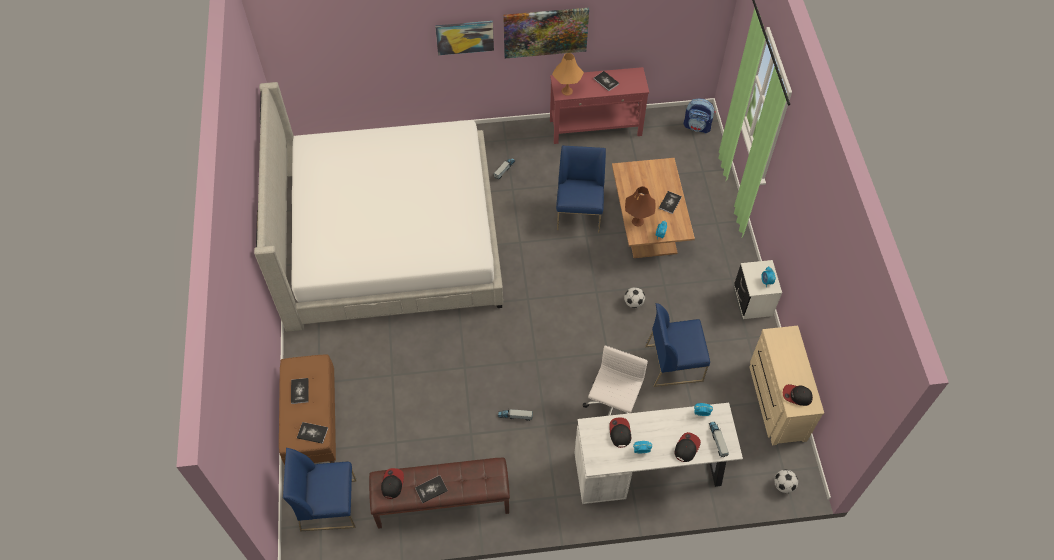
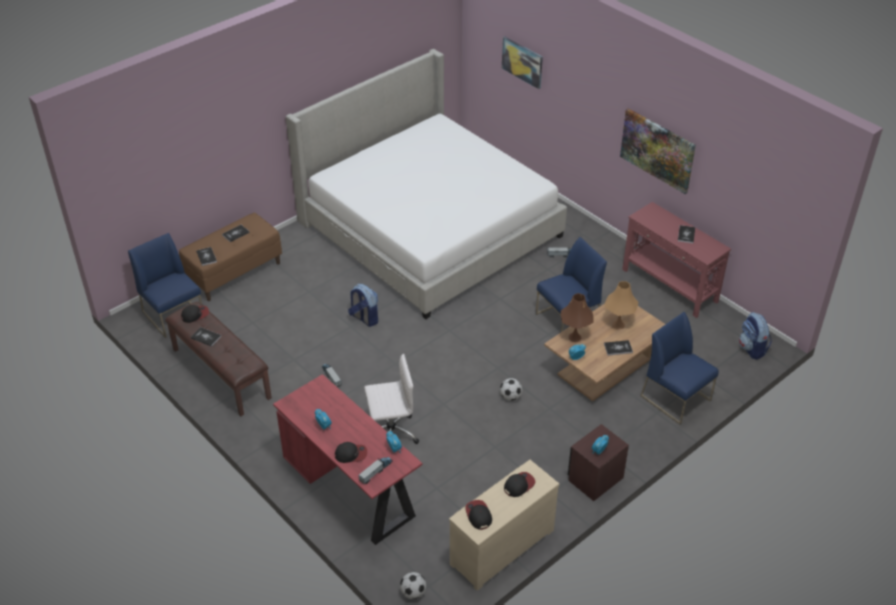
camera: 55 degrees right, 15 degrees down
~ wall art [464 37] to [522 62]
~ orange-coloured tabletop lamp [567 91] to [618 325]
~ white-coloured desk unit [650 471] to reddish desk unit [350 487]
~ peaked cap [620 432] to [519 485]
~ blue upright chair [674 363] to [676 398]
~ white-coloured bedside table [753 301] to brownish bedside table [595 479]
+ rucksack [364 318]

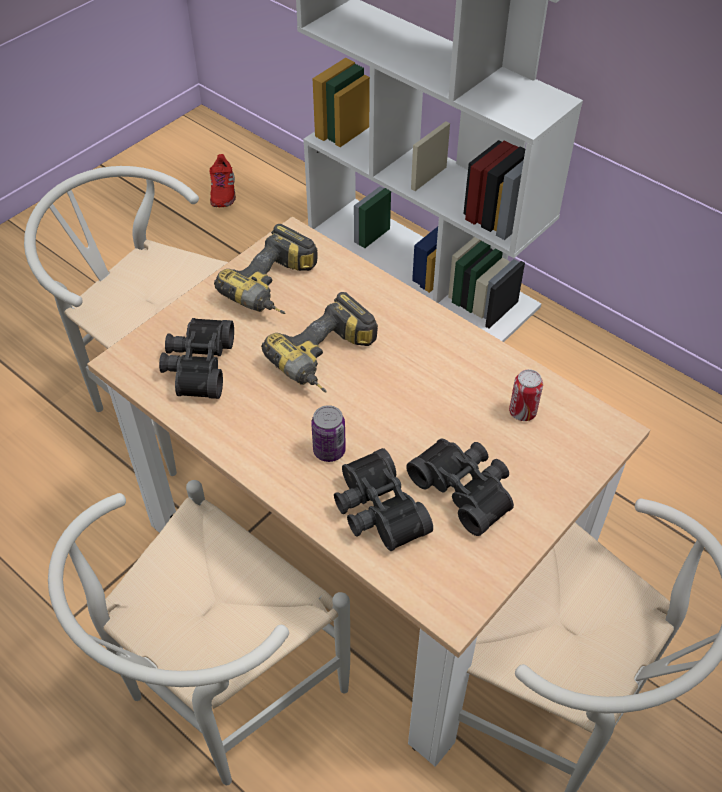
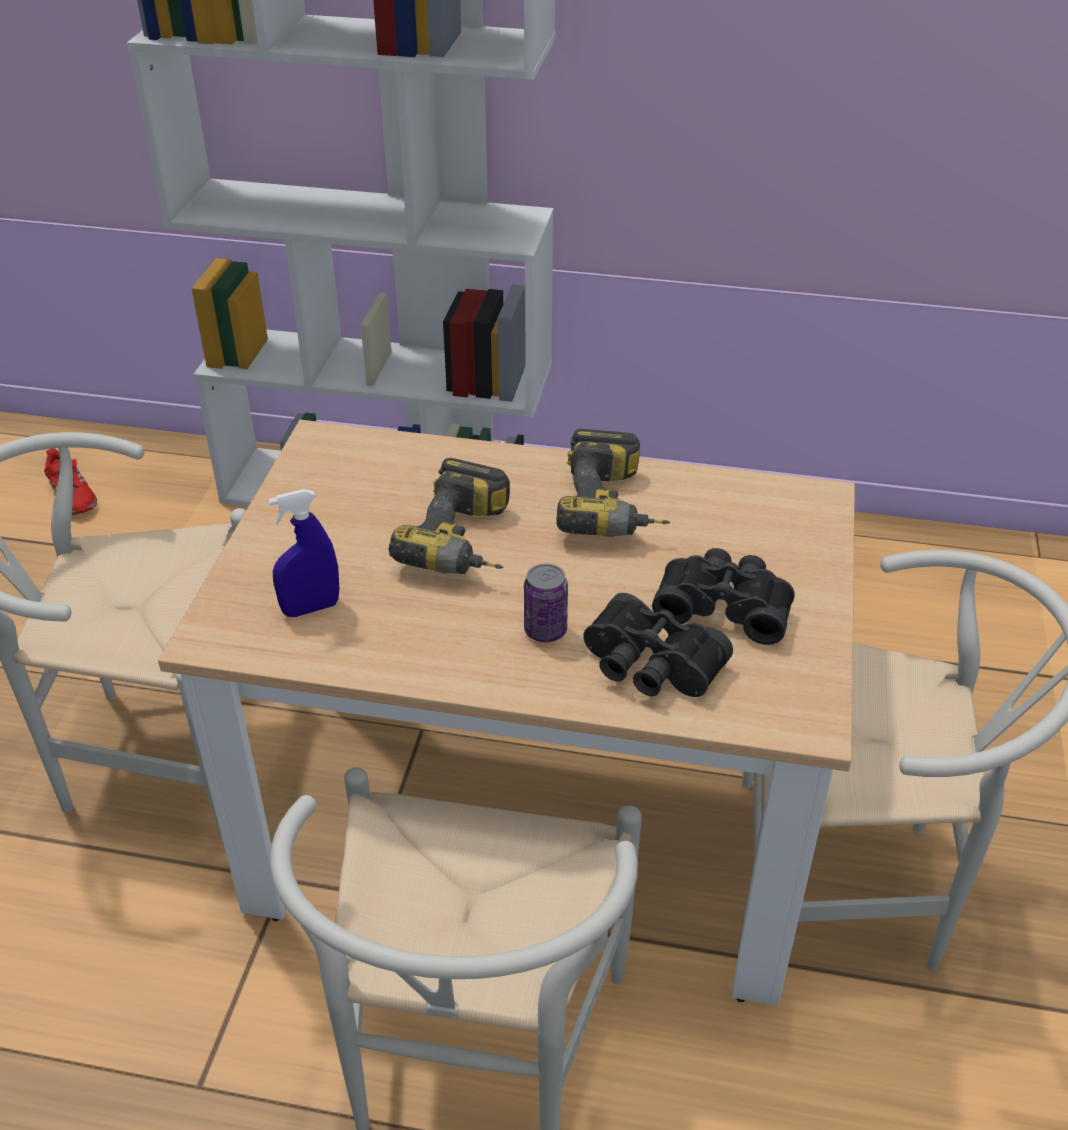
camera: 30 degrees left, 10 degrees down
~ black field glasses [197 366] to blue spray bottle [311 608]
~ power drill [277 289] to [615 508]
- can [522 412]

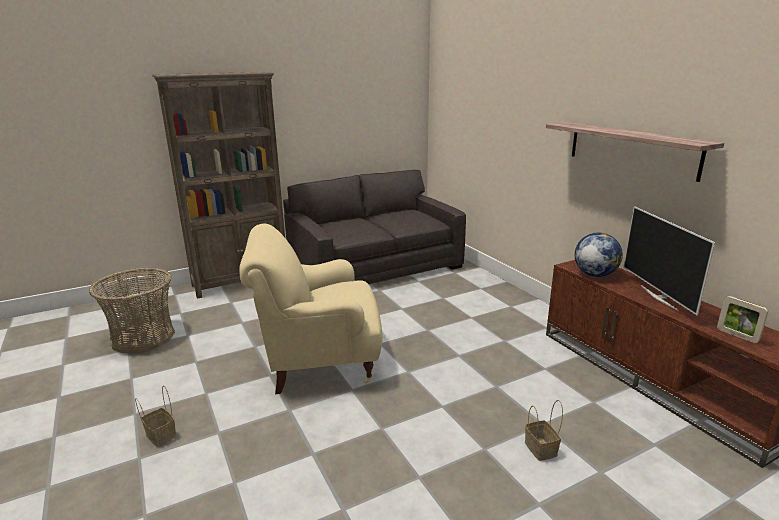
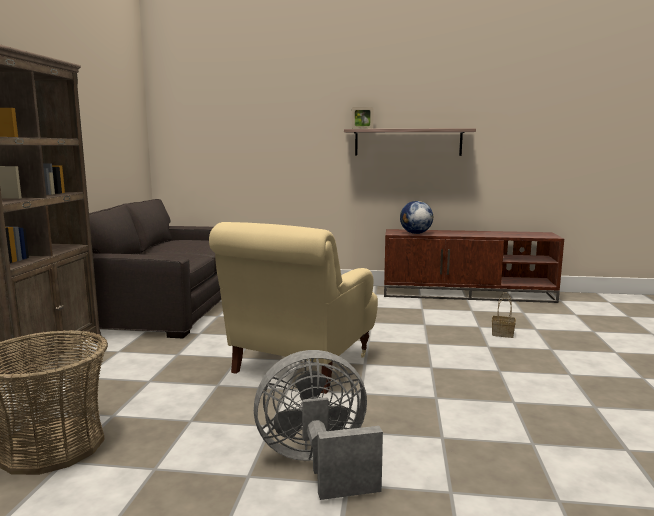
camera: 55 degrees left, 10 degrees down
~ household basket [160 435] to greyish cooling fan [318 465]
- TV [659 297]
~ picture frame [737 335] to [362 129]

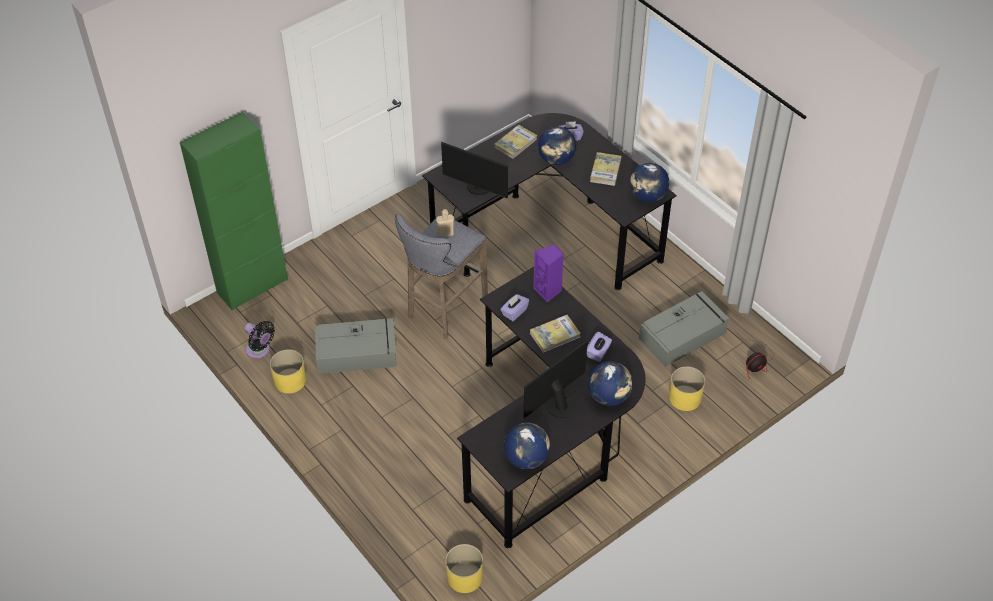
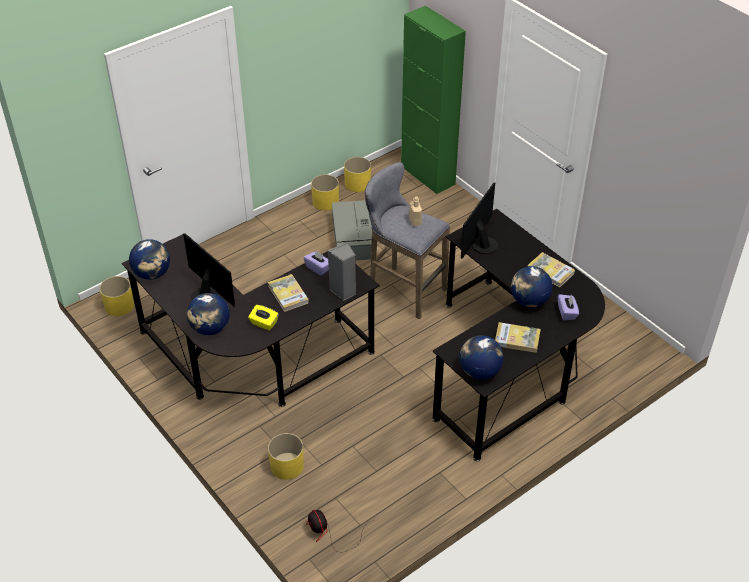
camera: 90 degrees right, 5 degrees down
~ black cooling fan [259 350] to yellow flower pot [358 184]
~ purplish loudspeaker [548 291] to greyish loudspeaker [343 291]
~ purplish tissue holder [598 352] to yellow tissue holder [264 323]
- greyish storage box [683 335]

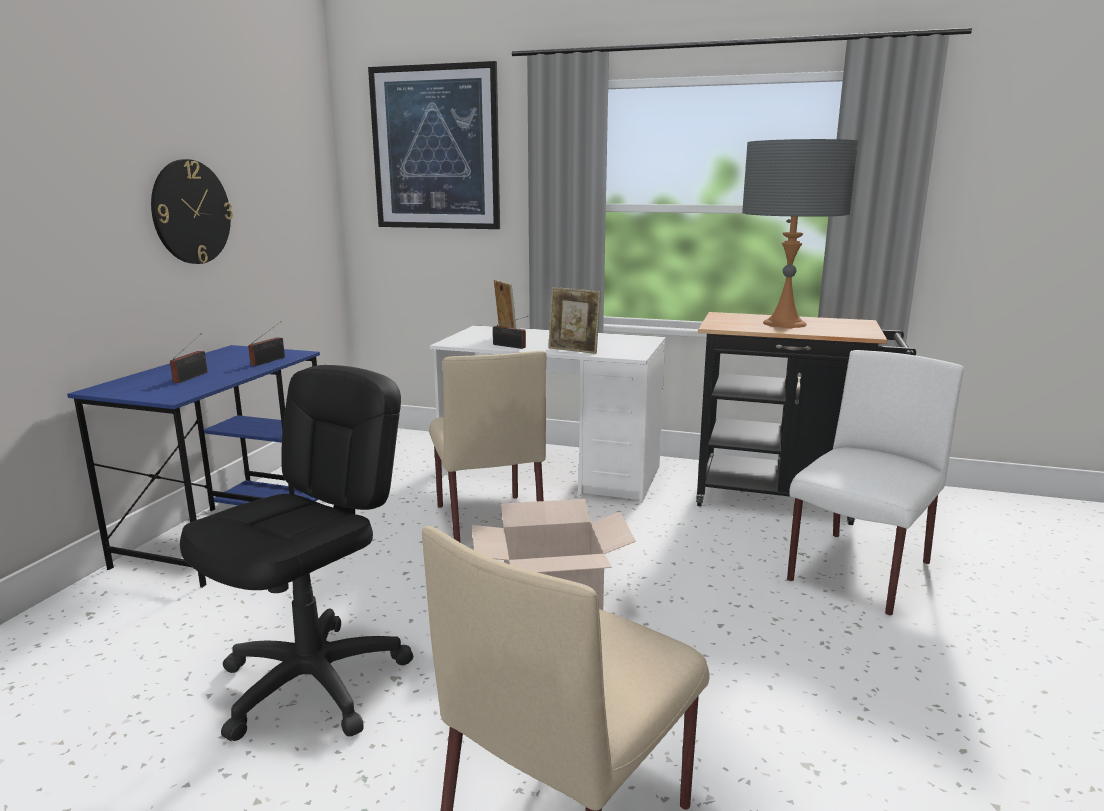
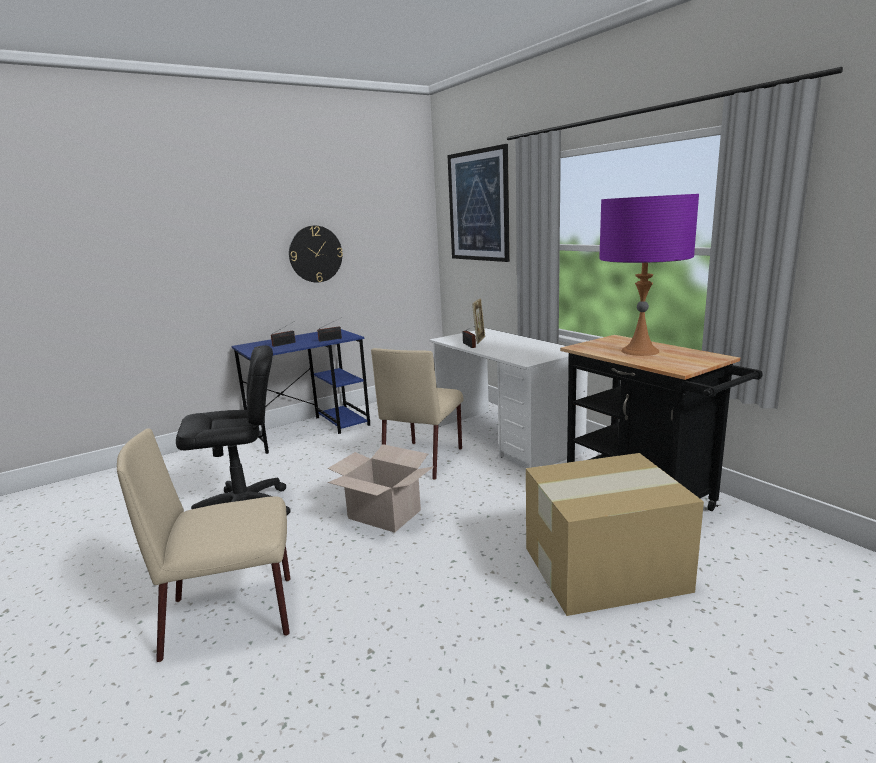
camera: 40 degrees right, 0 degrees up
- picture frame [573 350]
~ greyish tabletop lamp [784 323] to purplish tabletop lamp [640 351]
~ white-coloured upright chair [858 573] to carton [607 569]

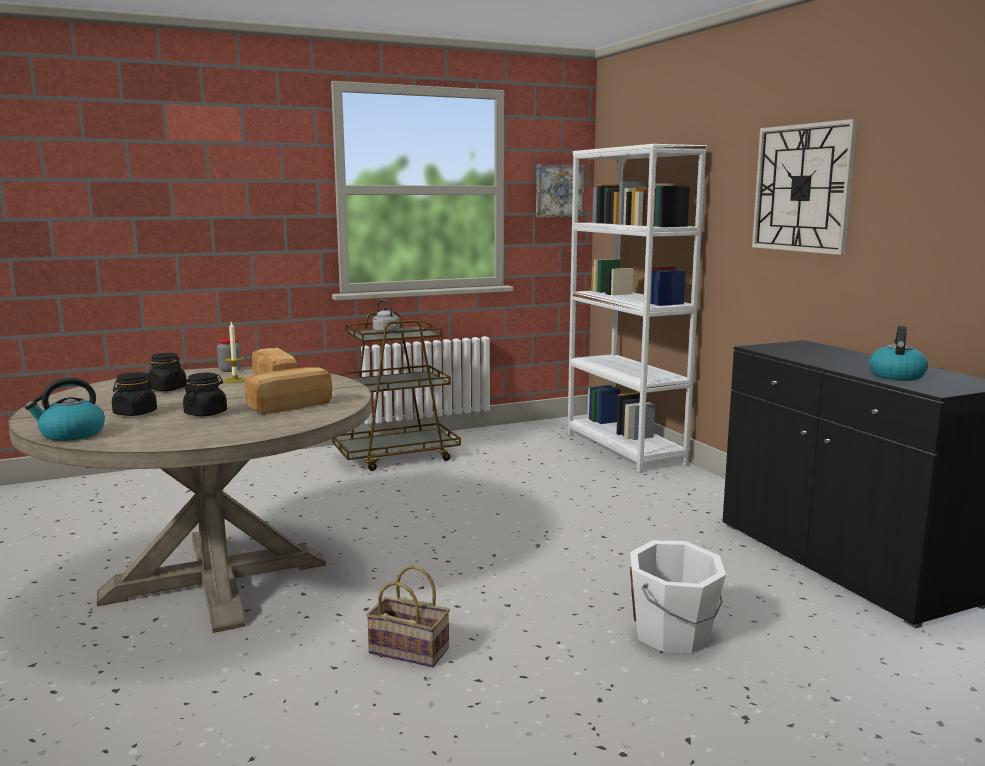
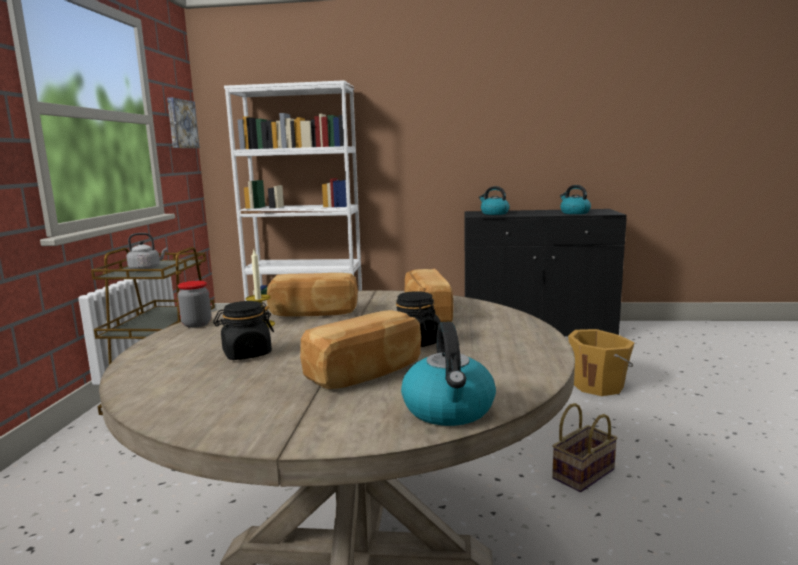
camera: 60 degrees left, 0 degrees up
~ black storage jar [135 413] to bread [366 373]
~ white-coloured pail [673 634] to orange-coloured pail [599 385]
- hanging clock [802 188]
+ kettle [494 213]

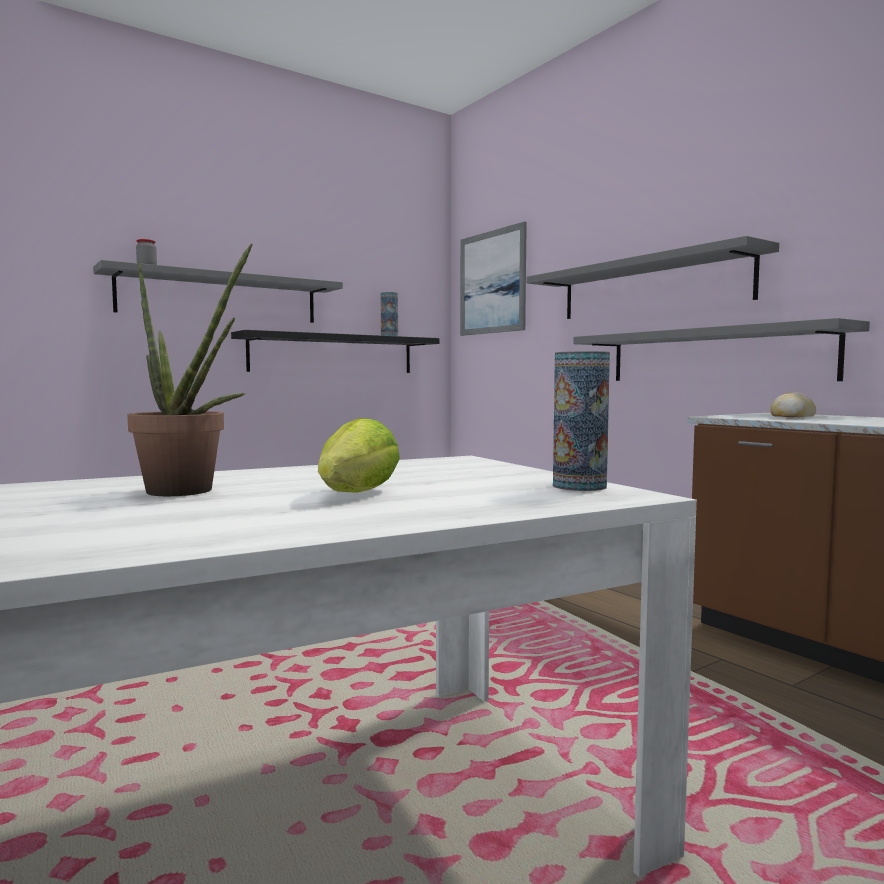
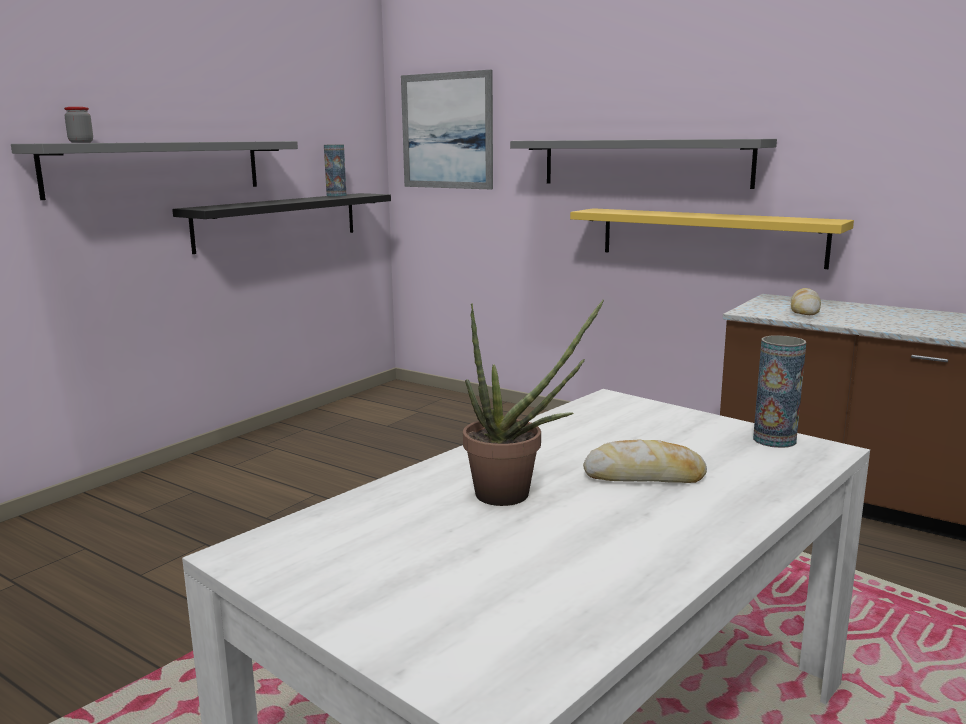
camera: 20 degrees left, 10 degrees up
~ head of lettuce [357 493] to bread [644 476]
~ greyish bracket shelf [714 356] to yellow bracket shelf [710 236]

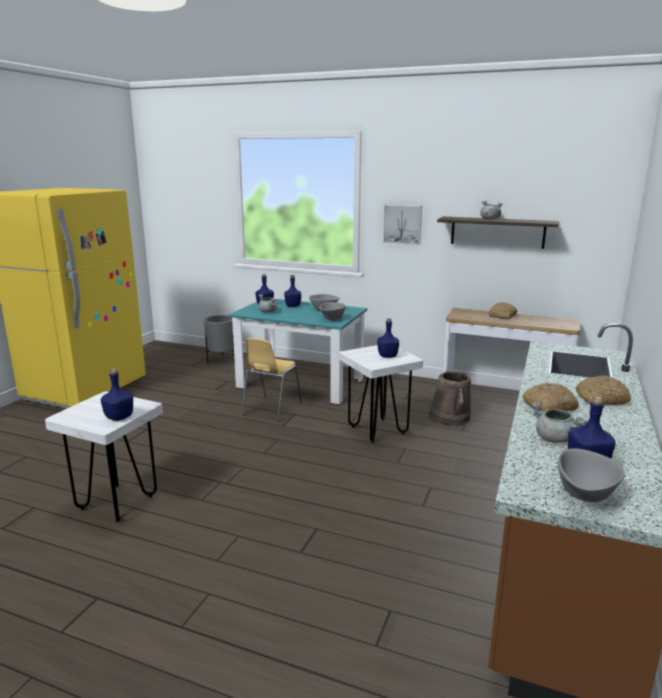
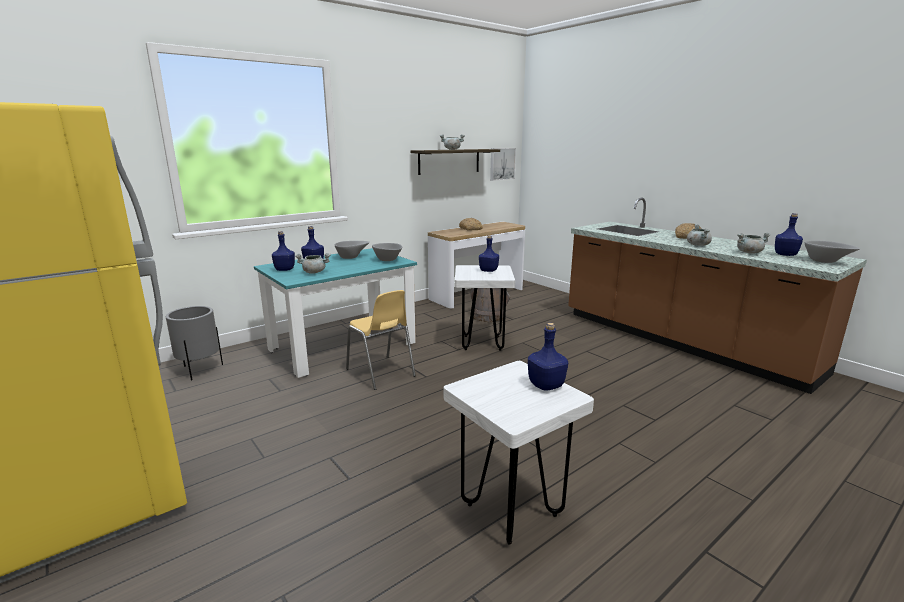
camera: 60 degrees left, 0 degrees up
~ wall art [402 224] to [501 164]
~ bread [549 406] to greyish cooking pot [697 245]

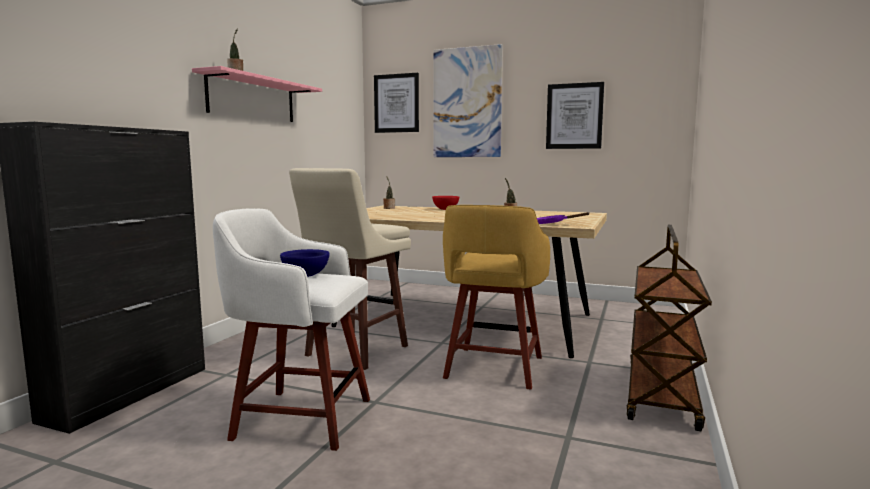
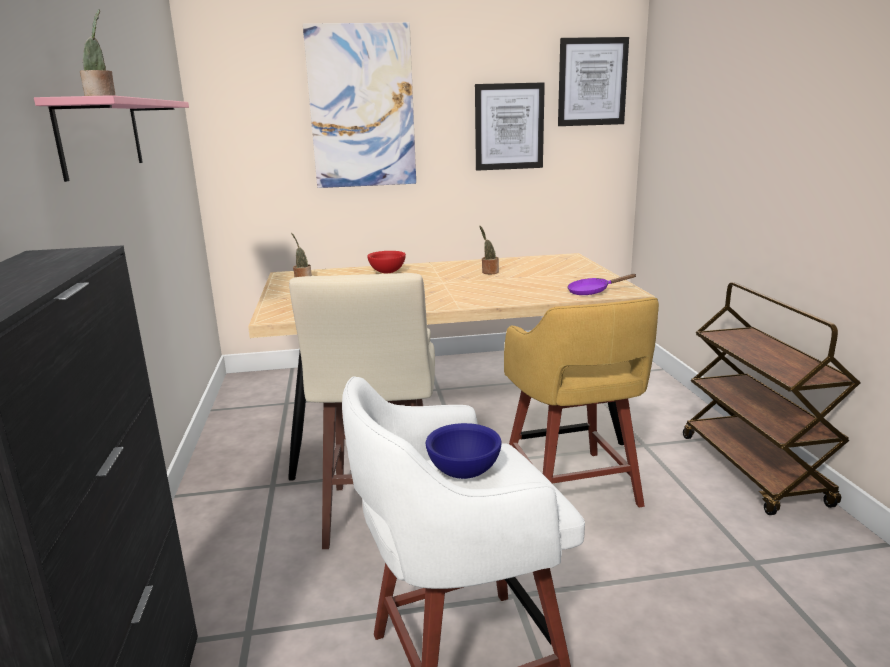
camera: 30 degrees left, 10 degrees up
~ wall art [396 103] to [592 82]

